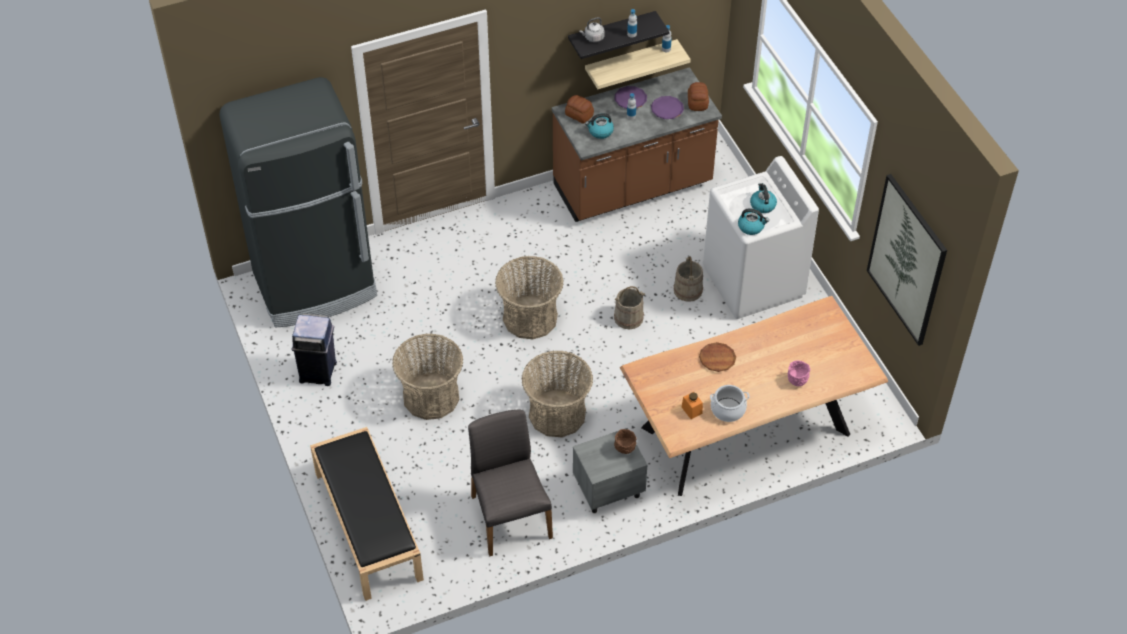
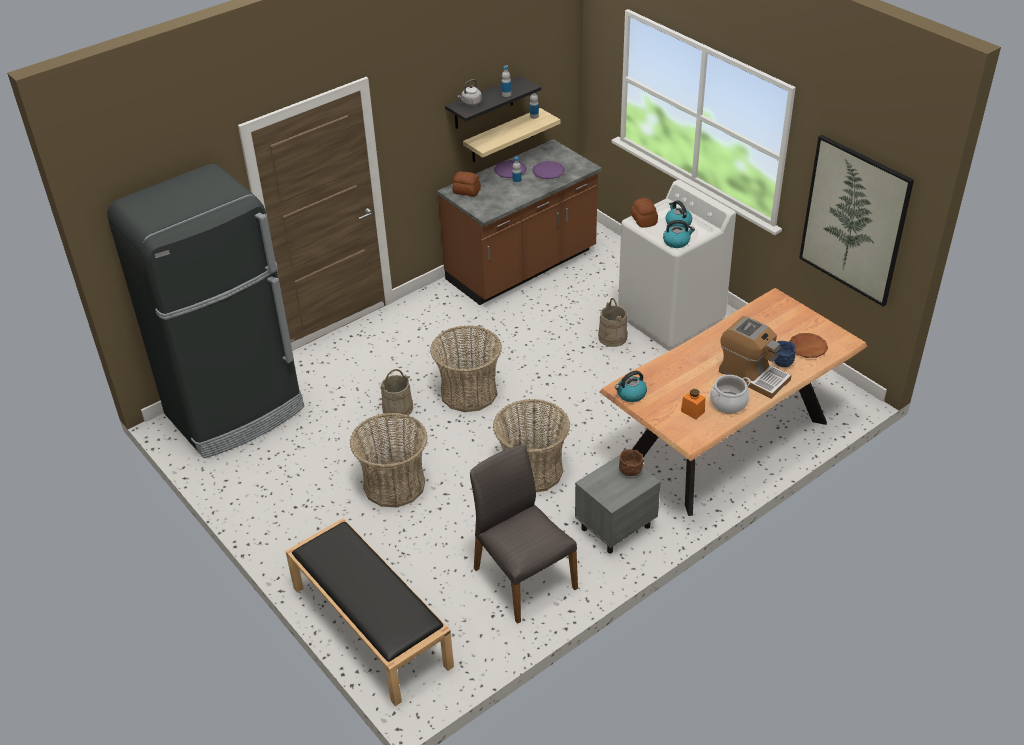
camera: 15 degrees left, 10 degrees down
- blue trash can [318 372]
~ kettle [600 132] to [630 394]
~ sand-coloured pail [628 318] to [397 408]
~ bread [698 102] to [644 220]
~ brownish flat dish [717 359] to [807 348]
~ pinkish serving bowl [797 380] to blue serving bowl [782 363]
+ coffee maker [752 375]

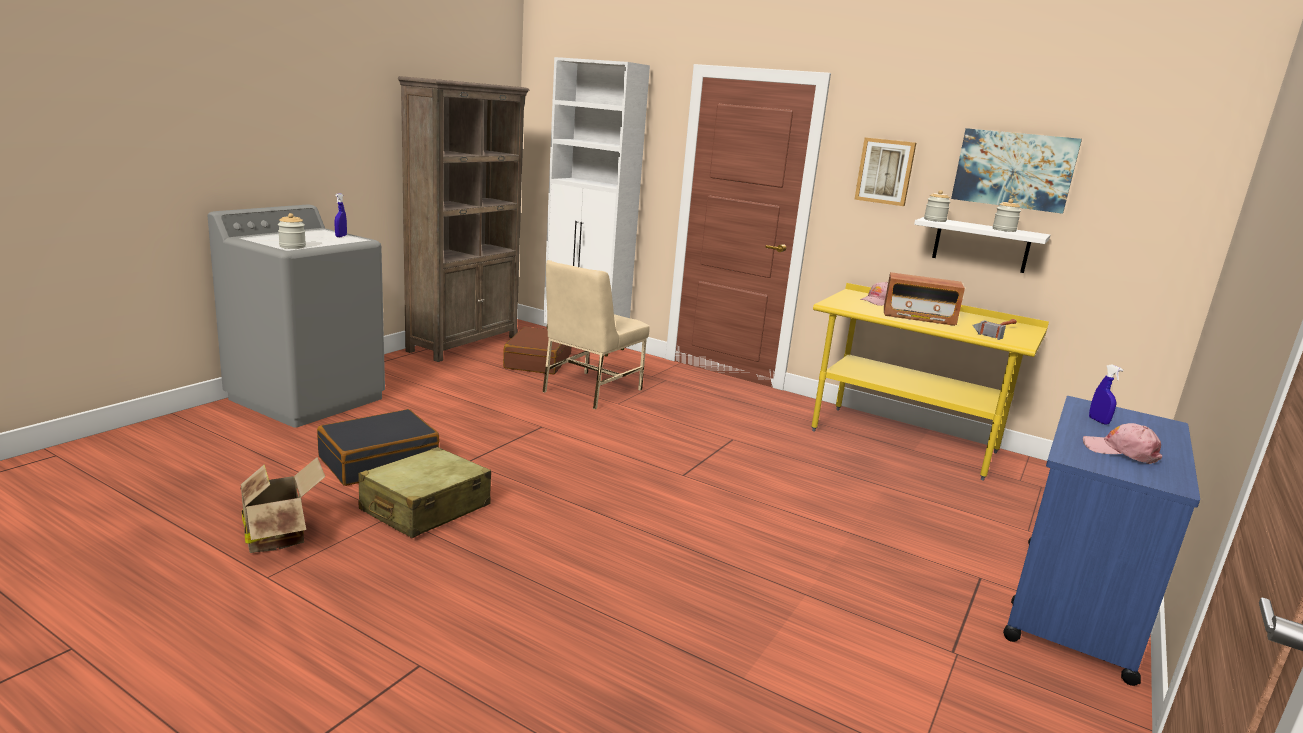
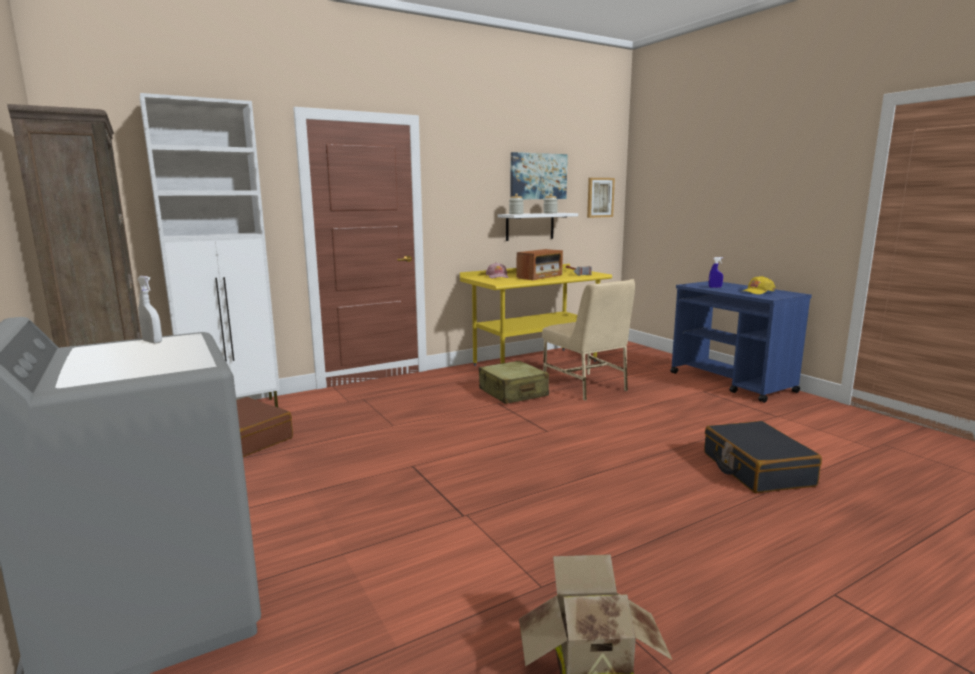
camera: 60 degrees left, 5 degrees down
- storage jar [292 246]
~ black suitcase [379 461] to [756 469]
~ blue spray bottle [341 236] to white-coloured spray bottle [152 342]
~ sand-coloured suitcase [425 508] to [513 393]
~ sand-coloured upright chair [590 390] to [586 386]
~ wall art [885 171] to [600 197]
~ pinkish peaked cap [1120 451] to yellow peaked cap [757 292]

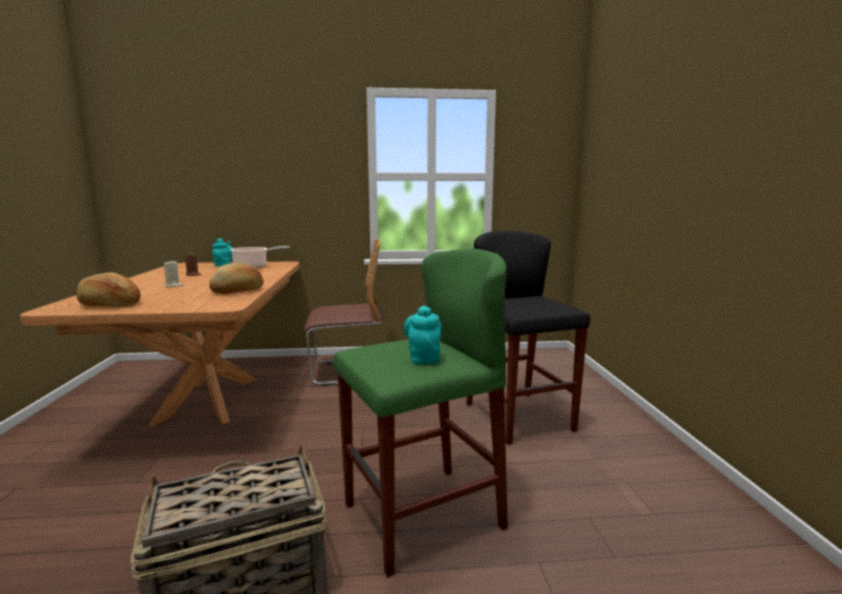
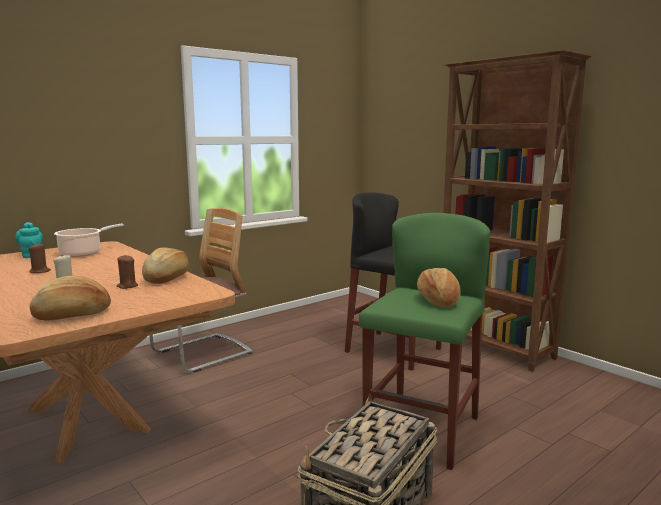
camera: 35 degrees left, 0 degrees up
~ blue-green teapot [423 358] to bread [438 300]
+ brownish candle [127 286]
+ brownish bookshelf [494 348]

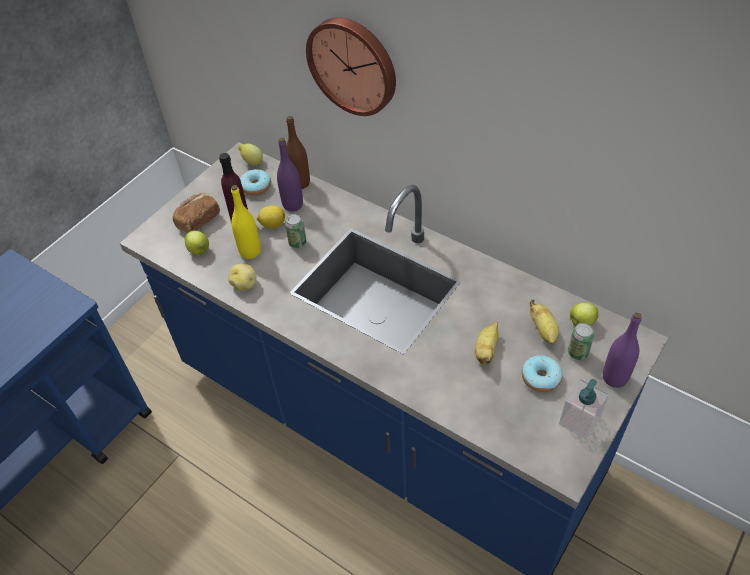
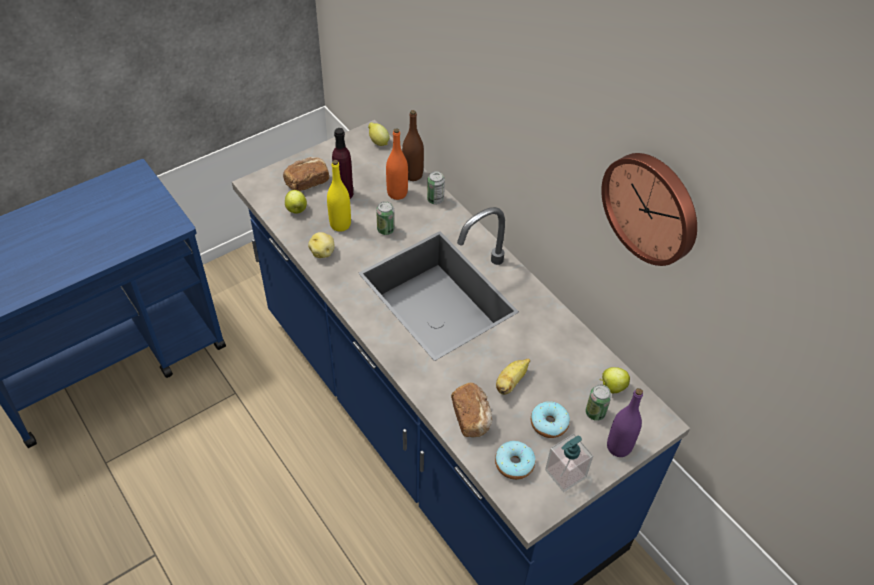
camera: 15 degrees right, 0 degrees up
~ doughnut [256 187] to [514 464]
- whole lemon [272 224]
~ purplish drink bottle [293 205] to orange-coloured drink bottle [397 193]
~ hanging clock [353 65] to [652 207]
- banana fruit [544 331]
+ can [435 199]
+ bread [472 417]

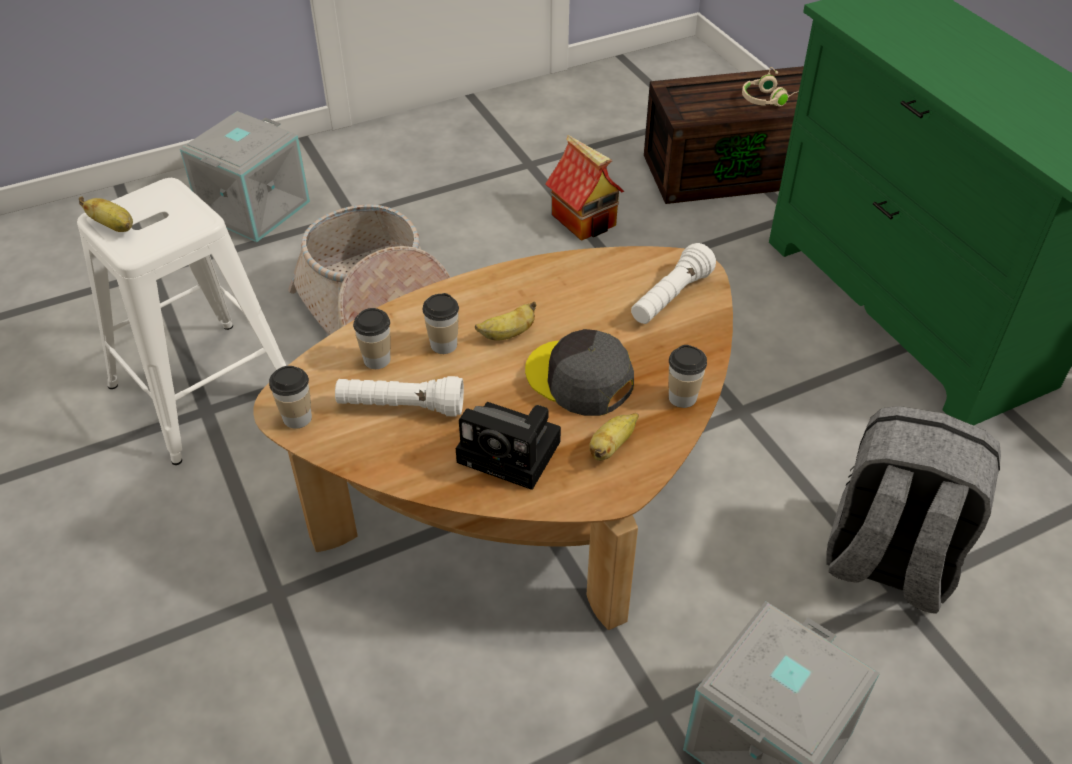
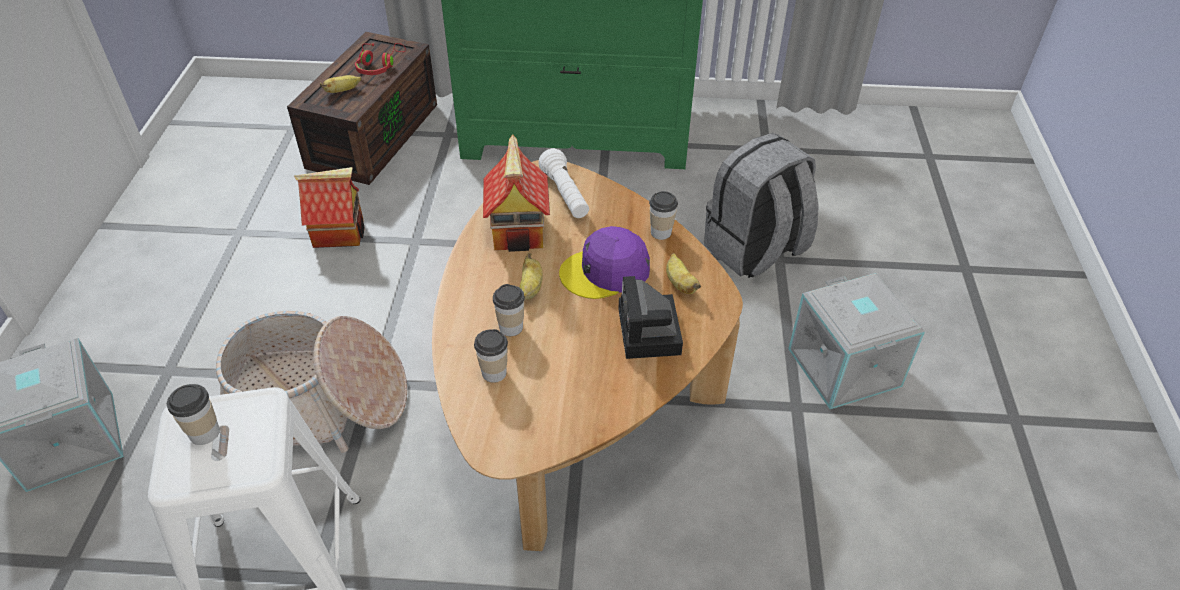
camera: 60 degrees left, 0 degrees up
~ banana fruit [114 227] to [342 91]
~ drinking cup [297 418] to [204 433]
- white-coloured hand torch [401 407]
~ photo camera [513 452] = [650 334] 120 degrees clockwise
~ greyish peaked cap [579 379] to purplish peaked cap [605 271]
~ sand-coloured headphones [771 100] to reddish headphones [379 66]
+ miniature house [519 231]

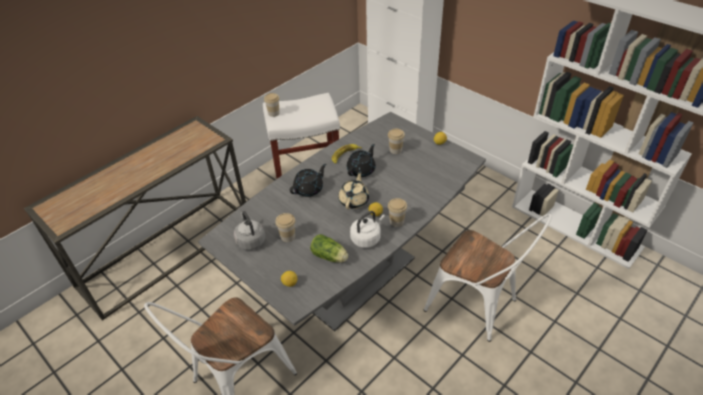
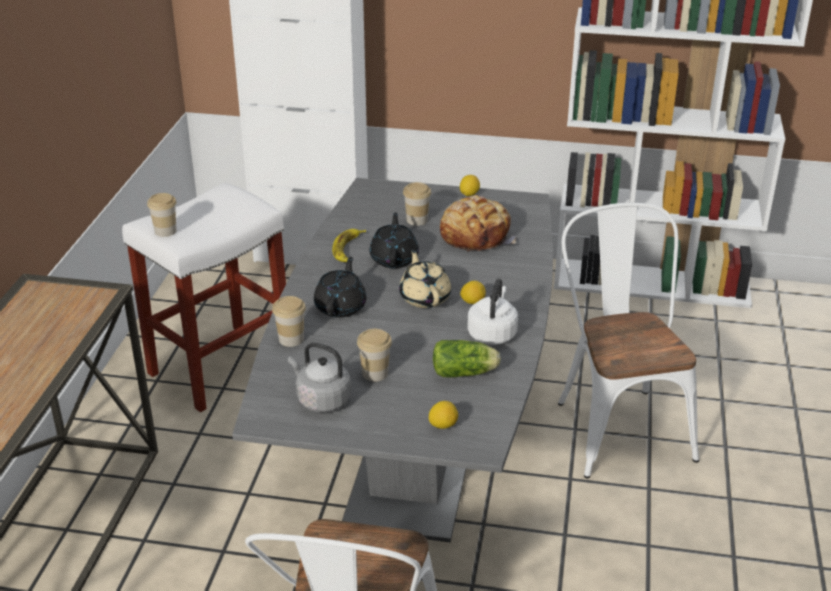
camera: 35 degrees left, 10 degrees down
~ drinking cup [396 221] to [291 339]
~ white-coloured upright chair [478 306] = [617 423] 105 degrees counterclockwise
+ bread [476 235]

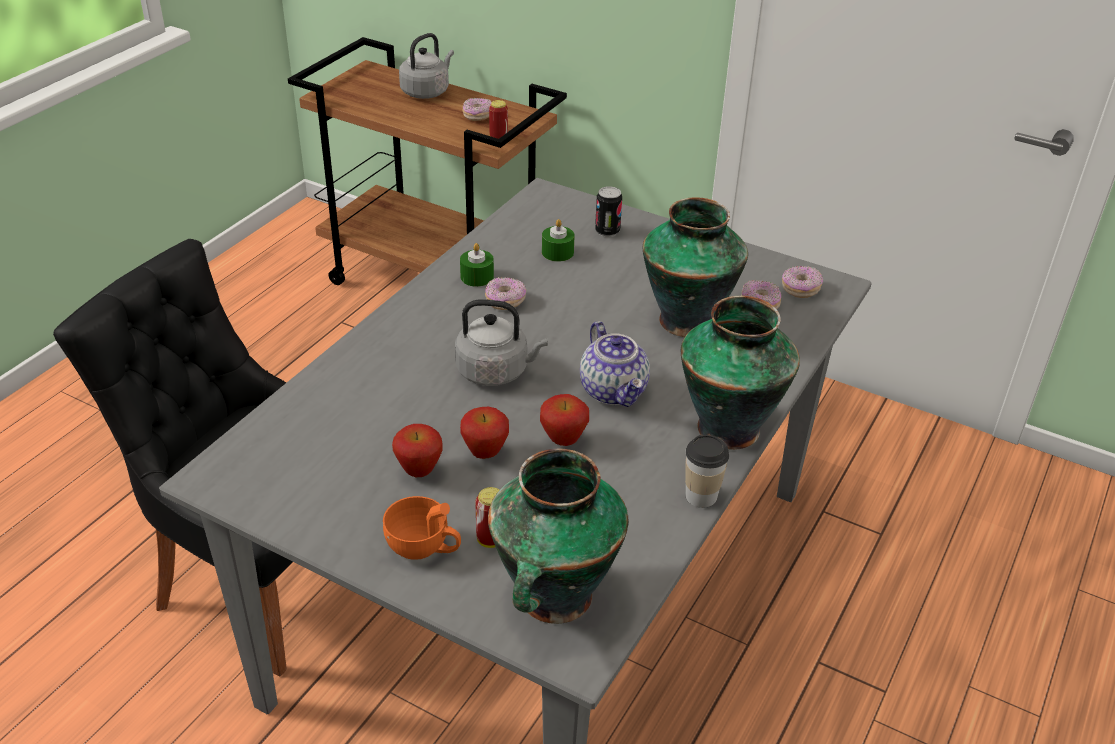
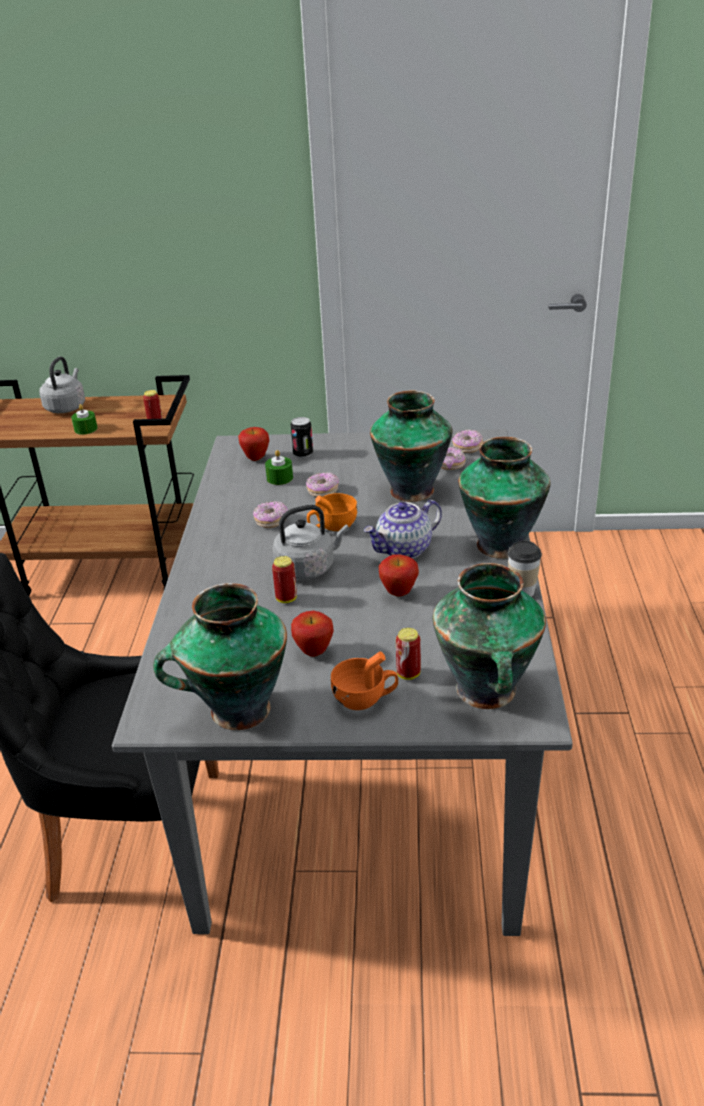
camera: 25 degrees left, 5 degrees down
~ green candle [477 277] to [86 429]
~ apple fruit [485 454] to [256 458]
~ doughnut [478 116] to [323 491]
~ teapot [614 391] = [404 550] 105 degrees clockwise
+ decorative vase [237 710]
+ can [286 599]
+ orange-coloured drinking cup [332 526]

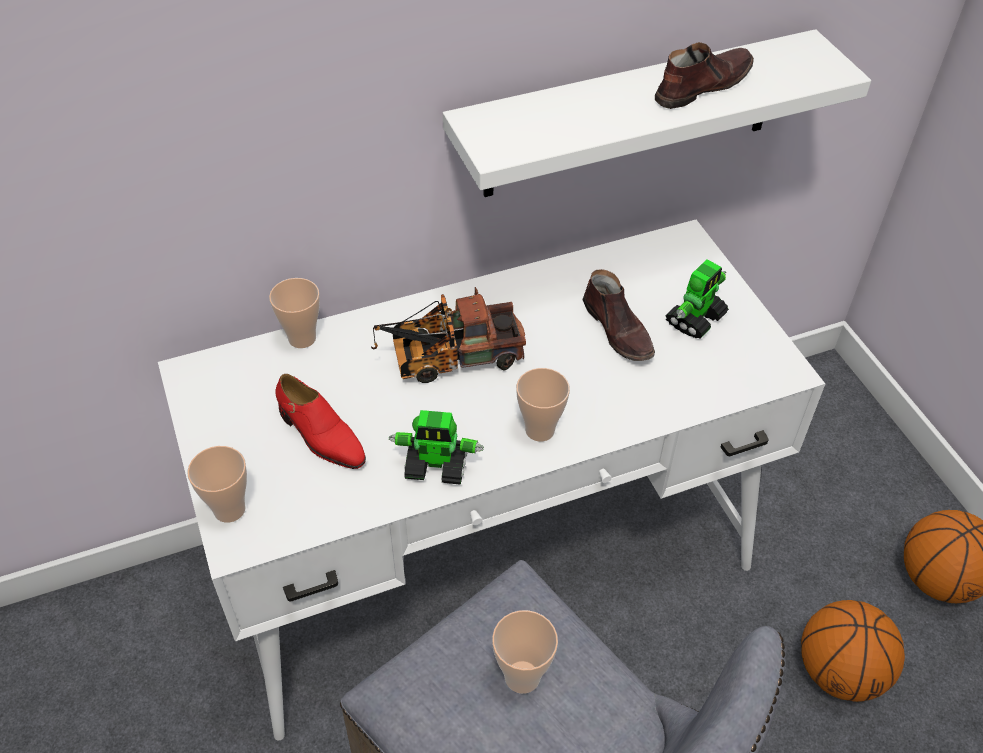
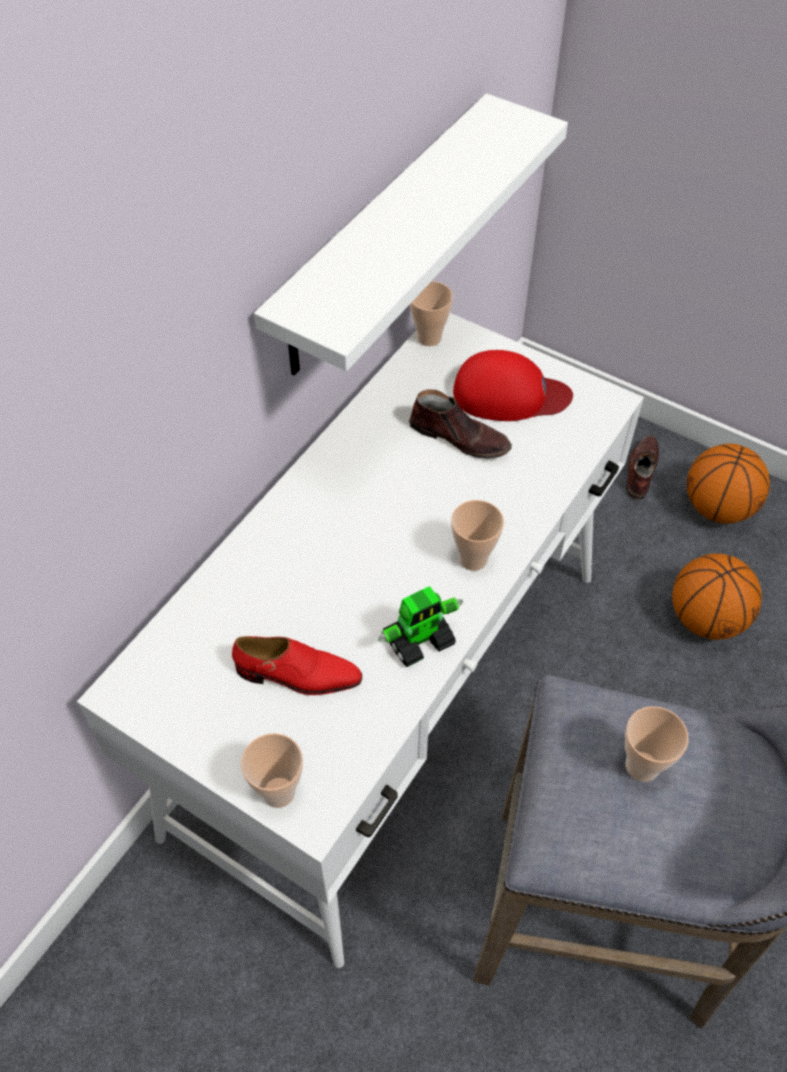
camera: 35 degrees left, 5 degrees up
~ drinking cup [302 338] to [429 338]
- toy lorry [449 358]
~ brownish item of footwear [701 86] to [640 471]
~ model robot [696 318] to reddish peaked cap [509 394]

